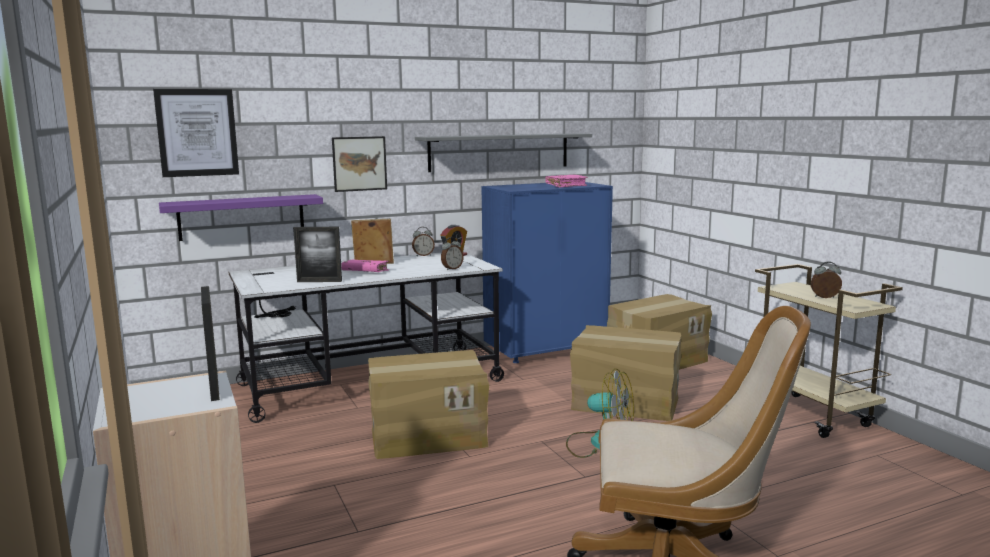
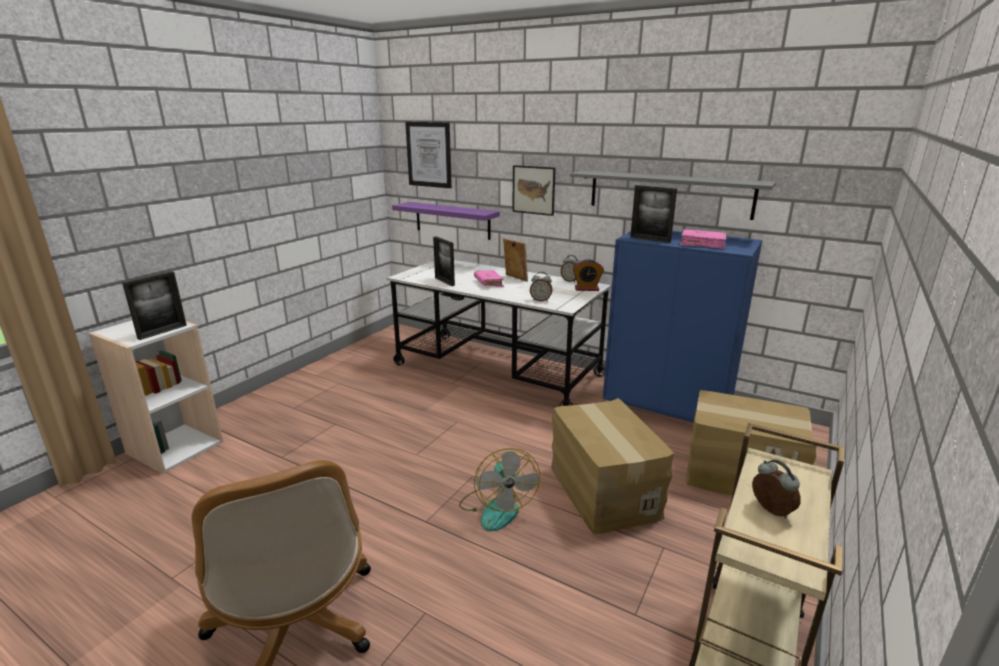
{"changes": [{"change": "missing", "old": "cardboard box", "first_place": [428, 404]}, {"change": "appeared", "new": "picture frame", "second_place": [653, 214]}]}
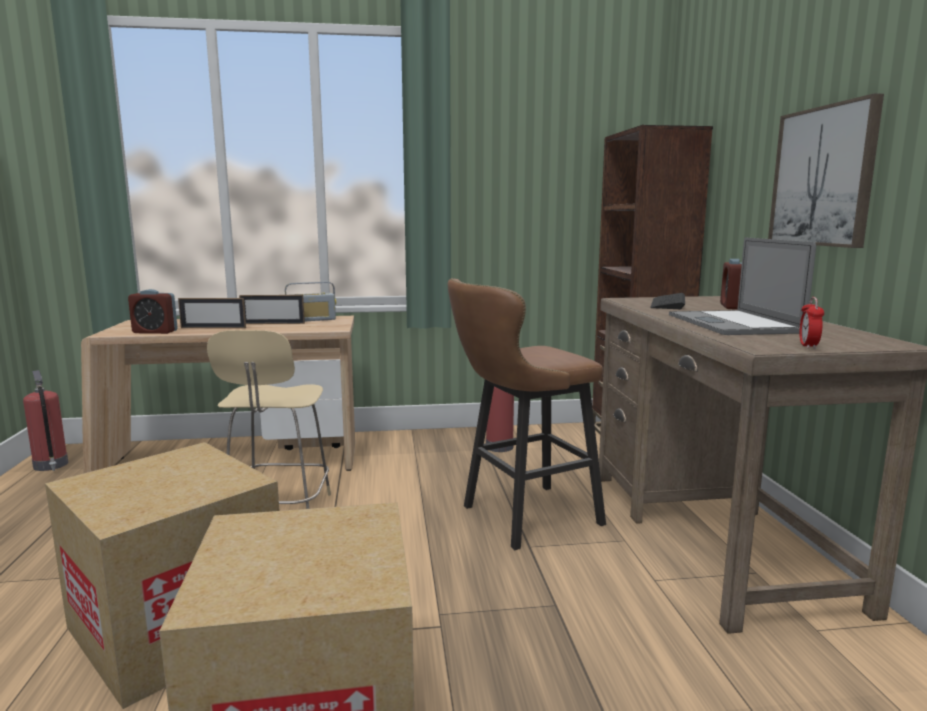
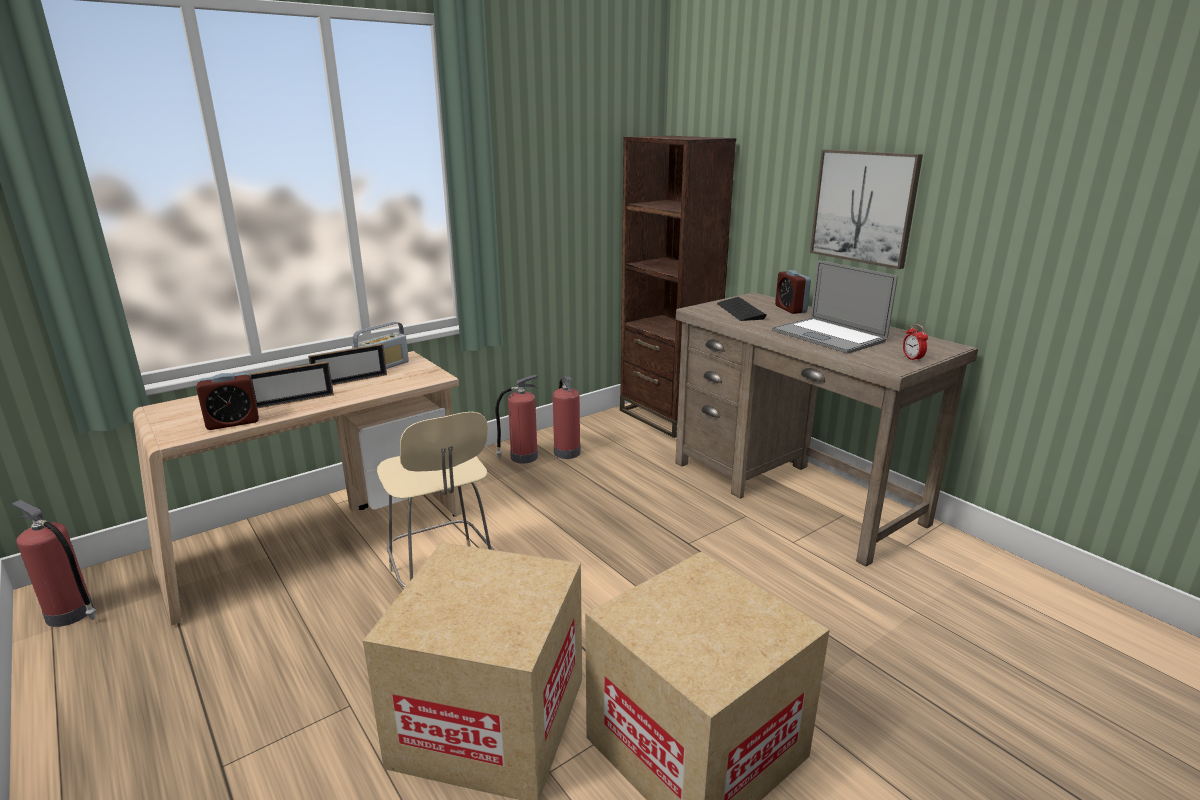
{"changes": [{"change": "missing", "old": "brownish stool seat", "first_place": [527, 414]}, {"change": "appeared", "new": "extinguisher", "second_place": [516, 419]}]}
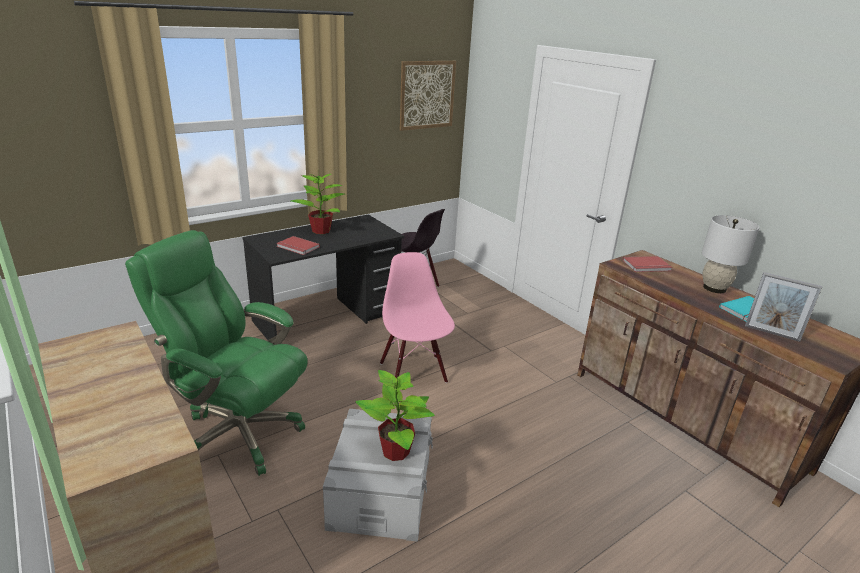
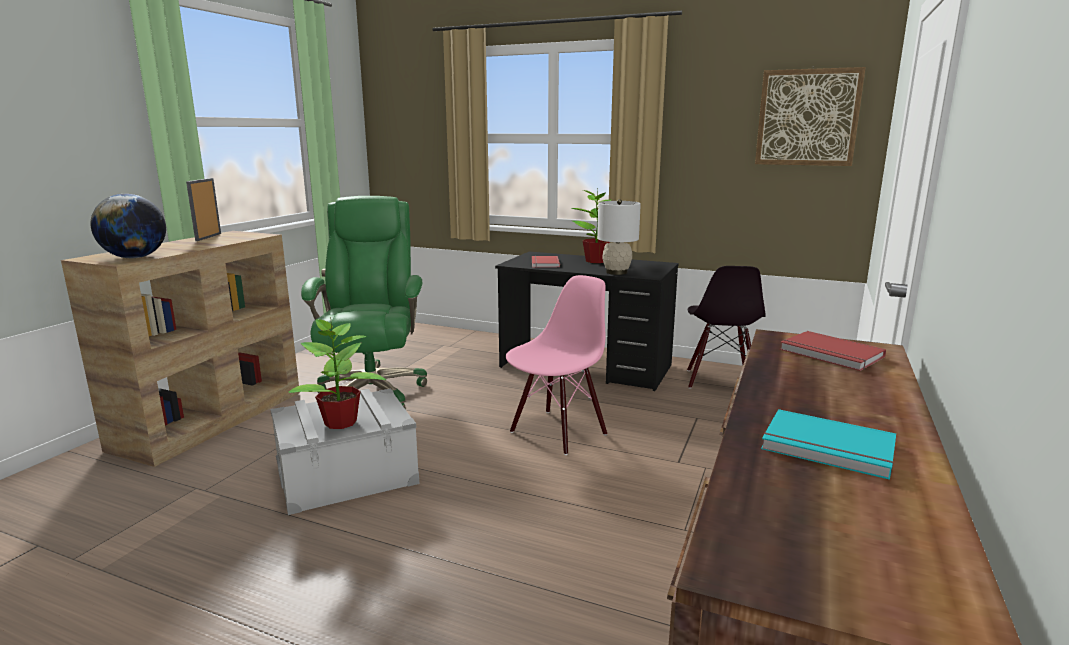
{"changes": [{"change": "appeared", "new": "globe", "second_place": [128, 226]}, {"change": "relocated", "old": "white lamp for a table", "first_place": [730, 254], "second_place": [619, 237]}, {"change": "relocated", "old": "picture frame", "first_place": [783, 307], "second_place": [203, 209]}]}
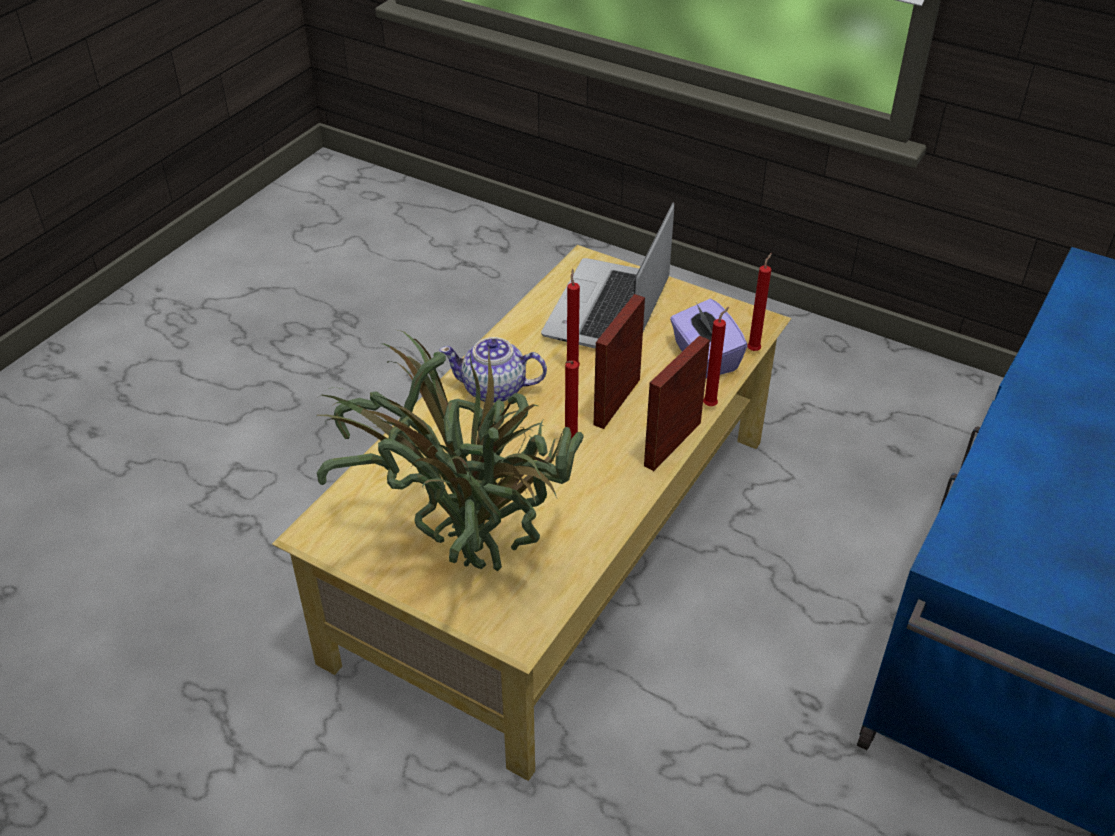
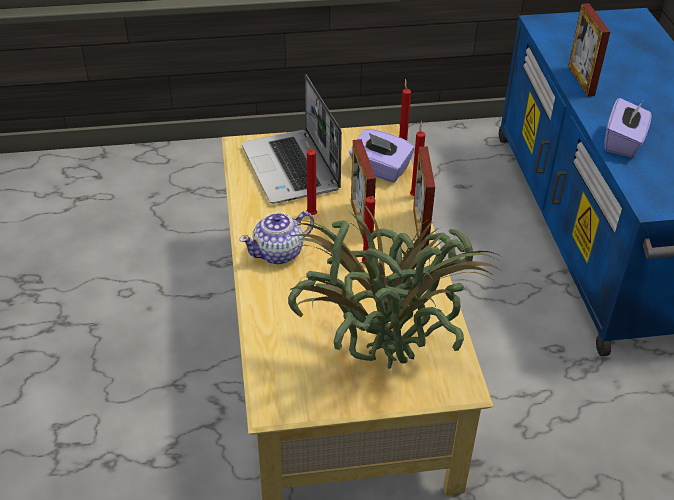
{"changes": [{"change": "appeared", "new": "picture frame", "second_place": [589, 50]}, {"change": "appeared", "new": "purple tissue holder", "second_place": [627, 128]}]}
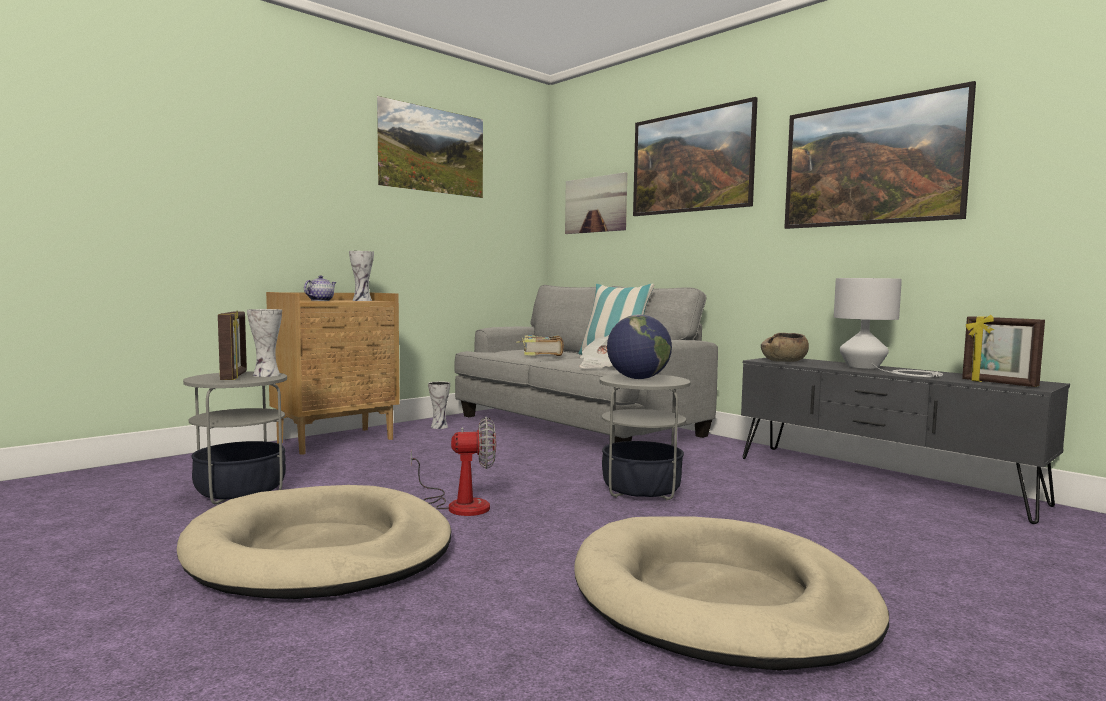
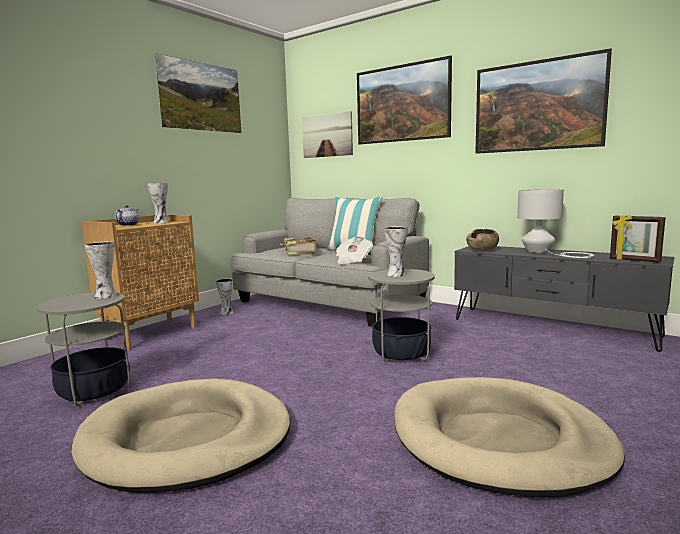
{"changes": [{"change": "missing", "old": "picture frame", "first_place": [232, 345]}, {"change": "missing", "old": "electric fan", "first_place": [453, 466]}, {"change": "exchanged", "old": "globe", "new": "vase", "first_place": [639, 346], "second_place": [396, 252]}]}
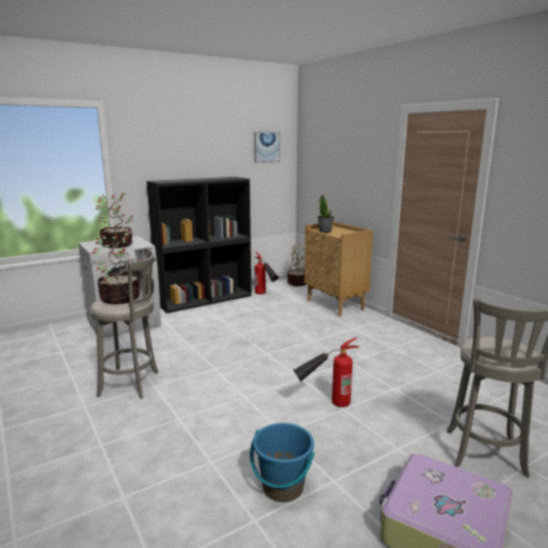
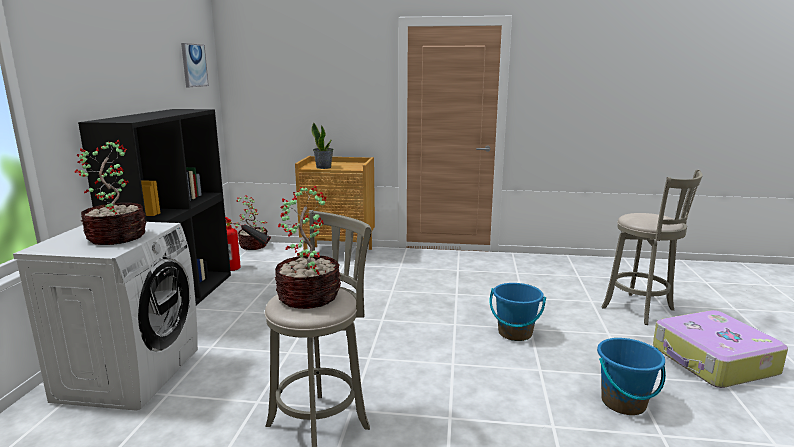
{"changes": [{"change": "exchanged", "old": "extinguisher", "new": "bluish water bucket", "first_place": [326, 372], "second_place": [518, 312]}]}
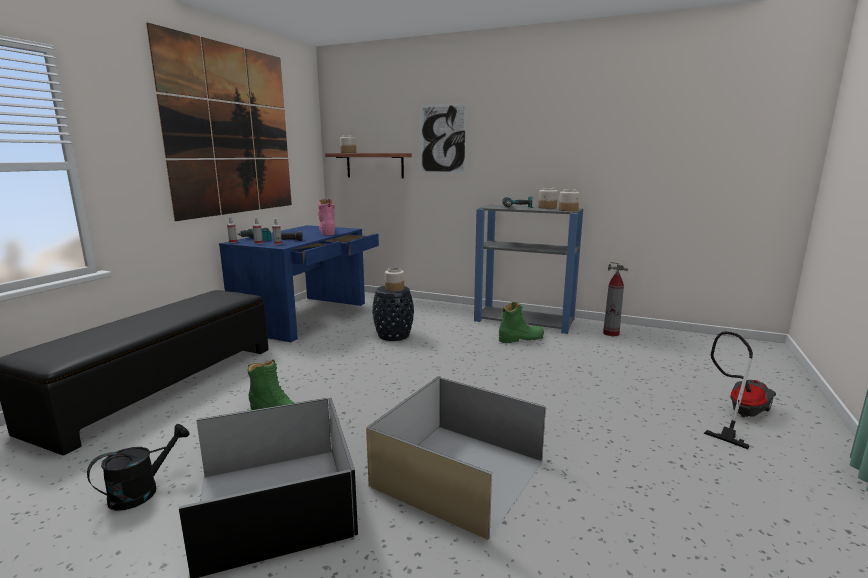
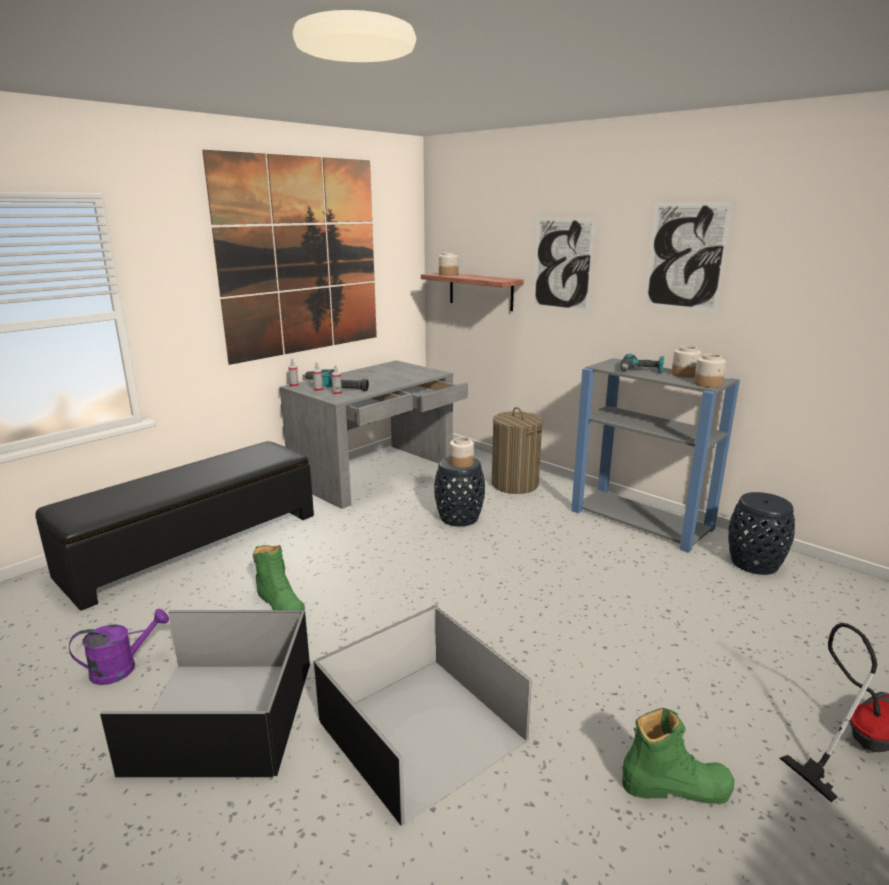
{"changes": [{"change": "missing", "old": "pinkish tall boot", "first_place": [326, 217]}, {"change": "appeared", "new": "washing basket", "second_place": [517, 450]}, {"change": "appeared", "new": "wall picture", "second_place": [688, 257]}, {"change": "relocated", "old": "green-coloured tall boot", "first_place": [521, 322], "second_place": [678, 756]}, {"change": "exchanged", "old": "extinguisher", "new": "black stool seat", "first_place": [615, 299], "second_place": [761, 533]}, {"change": "colour", "old": "black watering pot", "new": "purple watering pot", "first_place": [138, 467], "second_place": [119, 647]}, {"change": "colour", "old": "bluish desk", "new": "greyish desk", "first_place": [299, 283], "second_place": [374, 434]}, {"change": "colour", "old": "beige storage bin", "new": "black storage bin", "first_place": [456, 458], "second_place": [423, 715]}]}
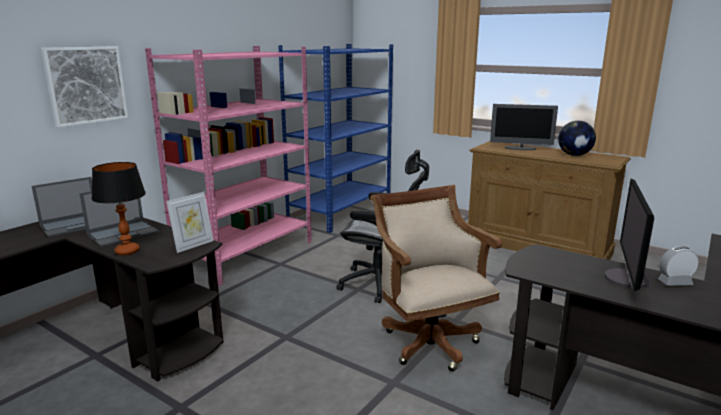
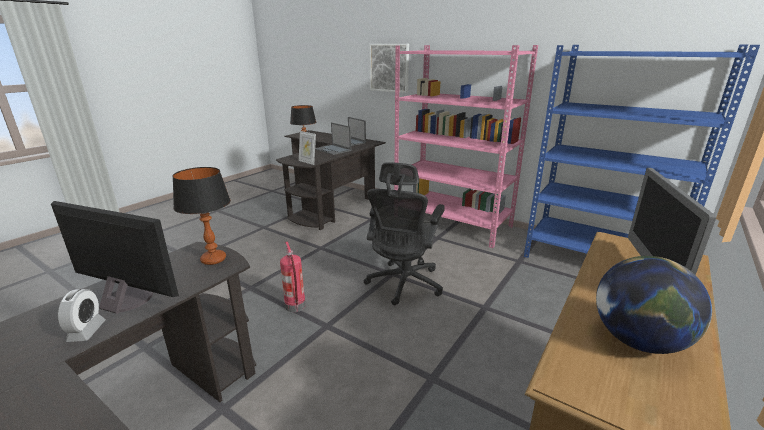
{"changes": [{"change": "appeared", "new": "lamp for a table", "second_place": [201, 216]}, {"change": "exchanged", "old": "office chair", "new": "extinguisher", "first_place": [436, 278], "second_place": [293, 277]}]}
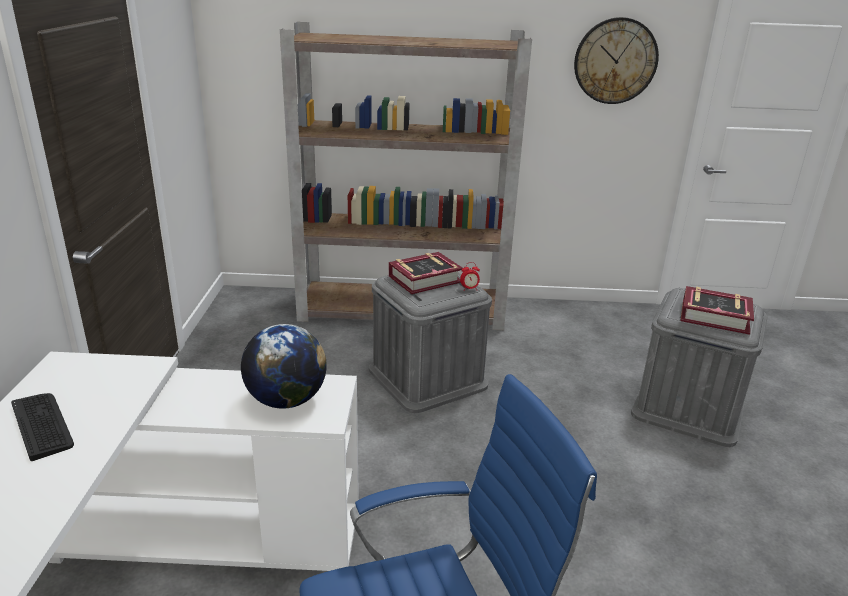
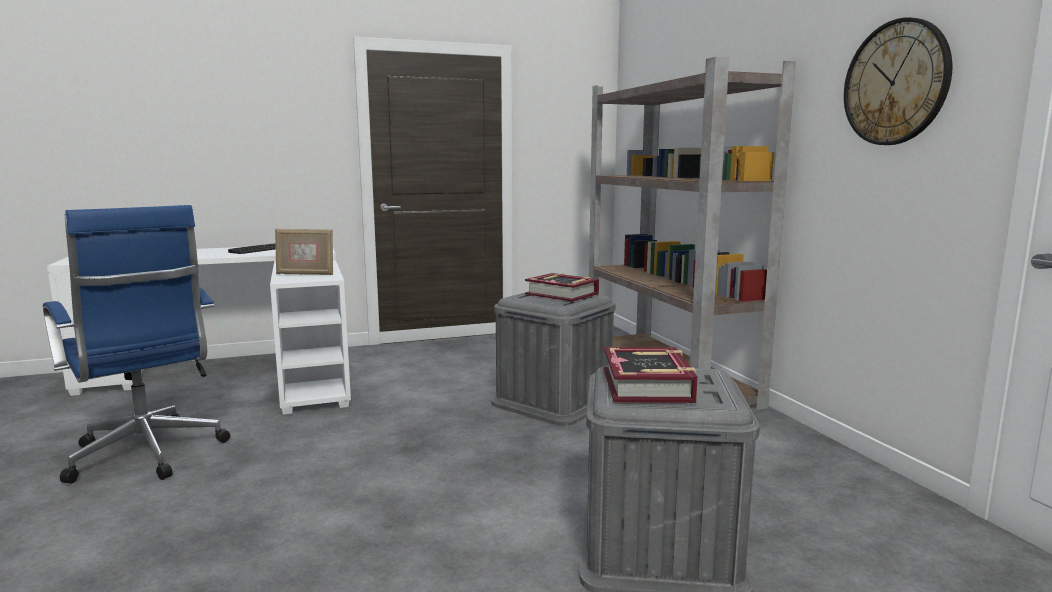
{"changes": [{"change": "missing", "old": "alarm clock", "first_place": [470, 276]}, {"change": "exchanged", "old": "globe", "new": "picture frame", "first_place": [284, 366], "second_place": [304, 252]}]}
